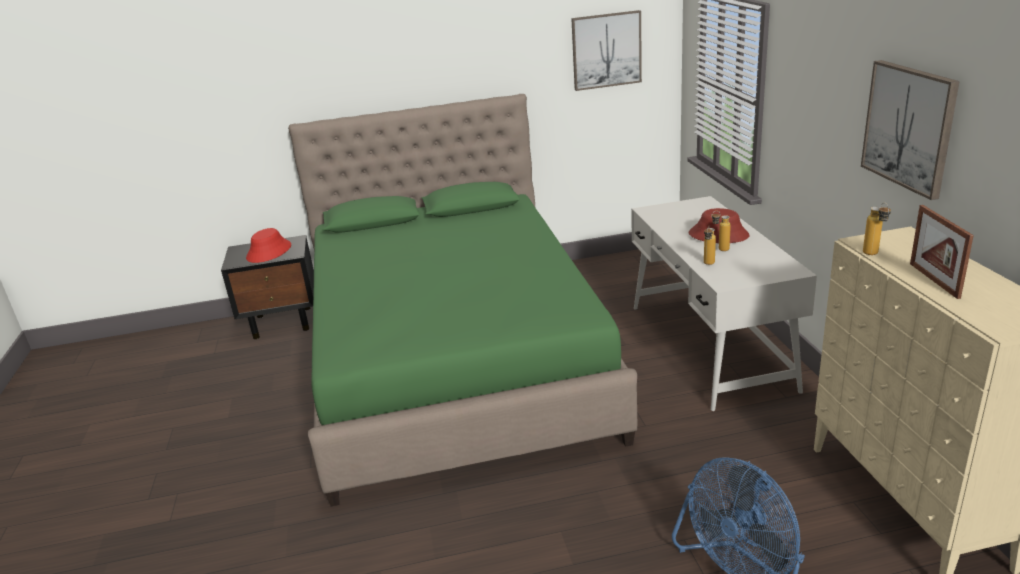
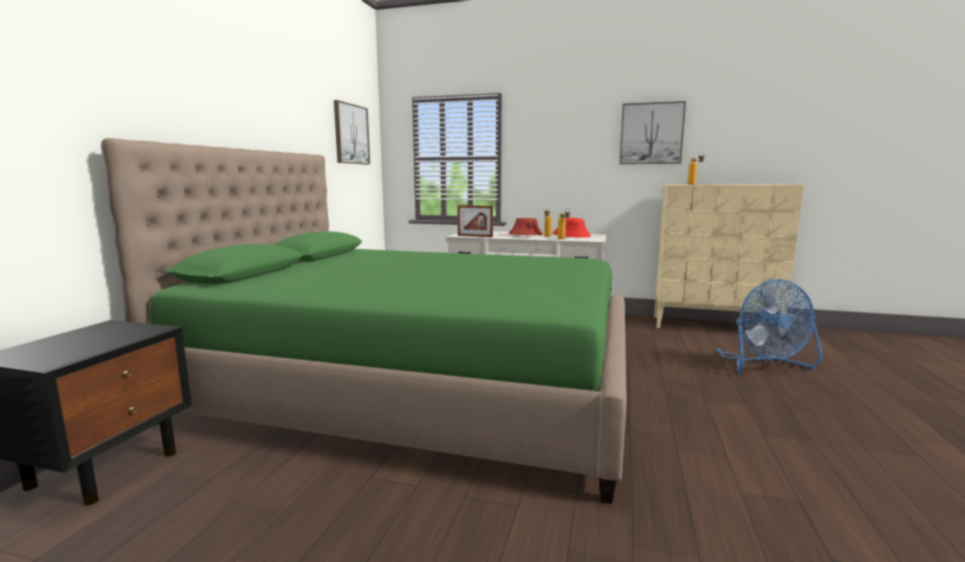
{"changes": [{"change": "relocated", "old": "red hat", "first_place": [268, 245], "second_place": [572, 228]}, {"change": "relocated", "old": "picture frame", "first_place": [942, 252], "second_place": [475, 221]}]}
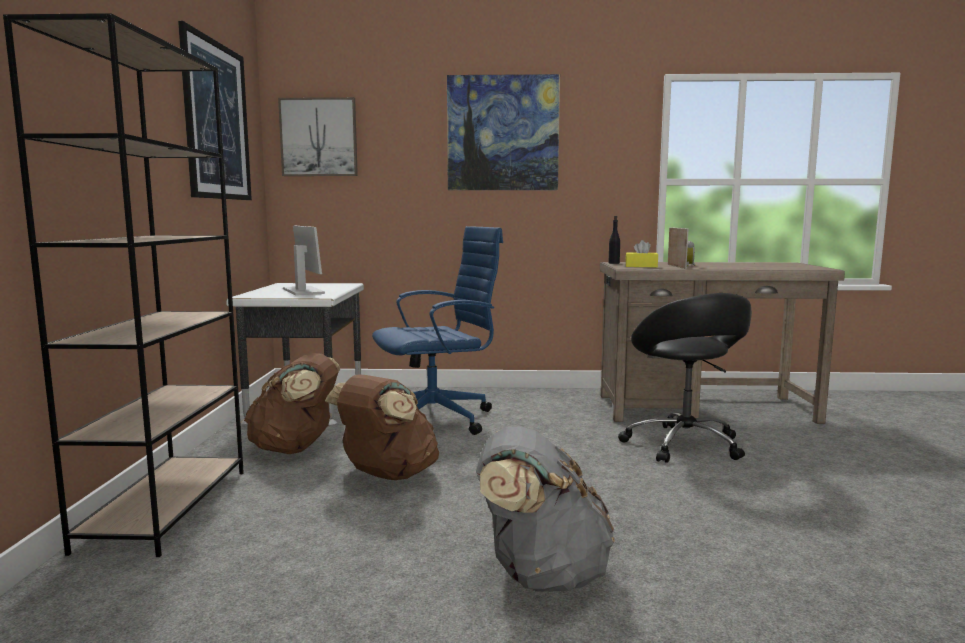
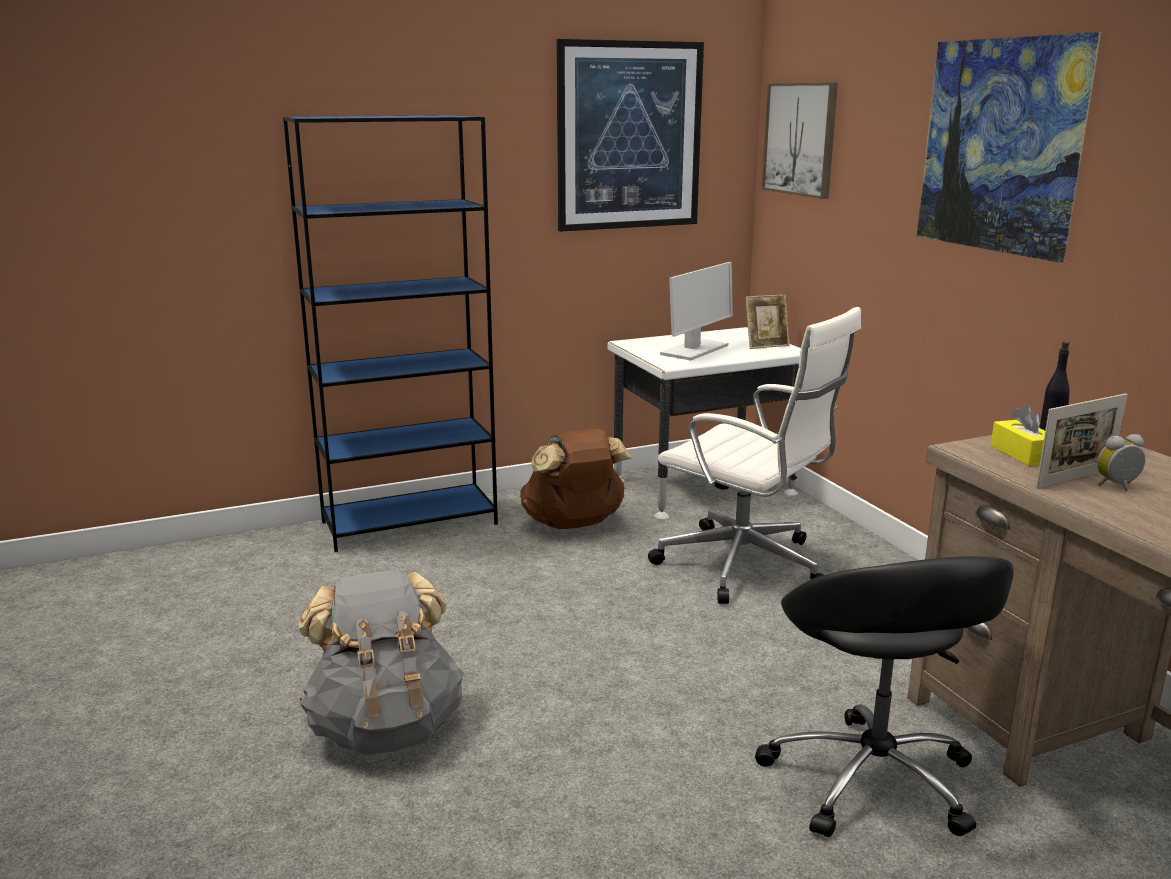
{"changes": [{"change": "missing", "old": "brownish knapsack", "first_place": [382, 427]}, {"change": "appeared", "new": "picture frame", "second_place": [767, 322]}, {"change": "colour", "old": "beige shelving unit", "new": "bluish shelving unit", "first_place": [123, 285], "second_place": [390, 333]}, {"change": "colour", "old": "bluish office chair", "new": "white office chair", "first_place": [437, 330], "second_place": [754, 455]}, {"change": "spun", "old": "black office chair", "first_place": [685, 378], "second_place": [884, 696], "degrees": -60}]}
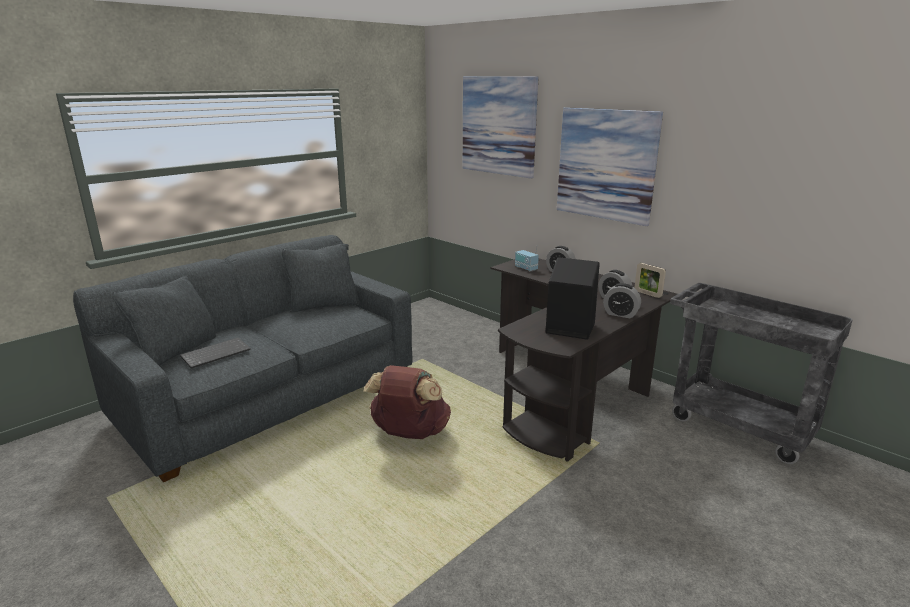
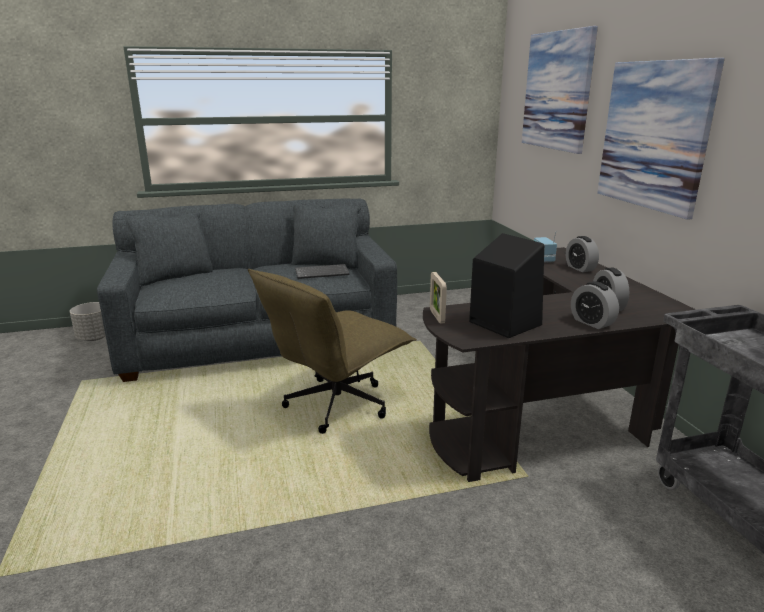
{"changes": [{"change": "appeared", "new": "greyish plant pot", "second_place": [87, 321]}, {"change": "relocated", "old": "PC keyboard", "first_place": [215, 353], "second_place": [322, 271]}, {"change": "relocated", "old": "picture frame", "first_place": [650, 280], "second_place": [438, 298]}, {"change": "exchanged", "old": "brownish knapsack", "new": "beige office chair", "first_place": [407, 402], "second_place": [332, 351]}]}
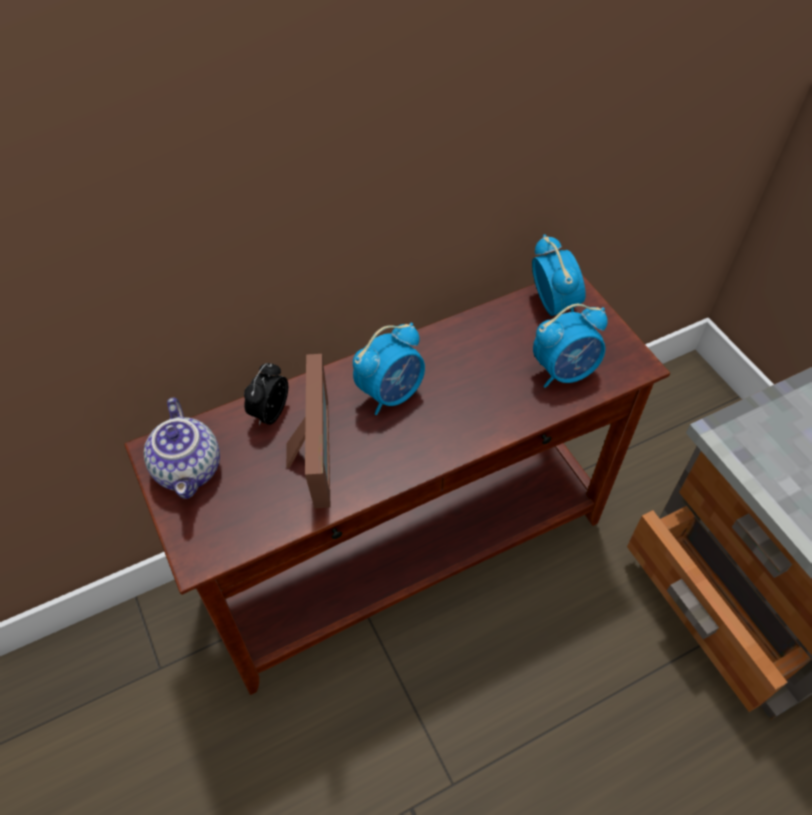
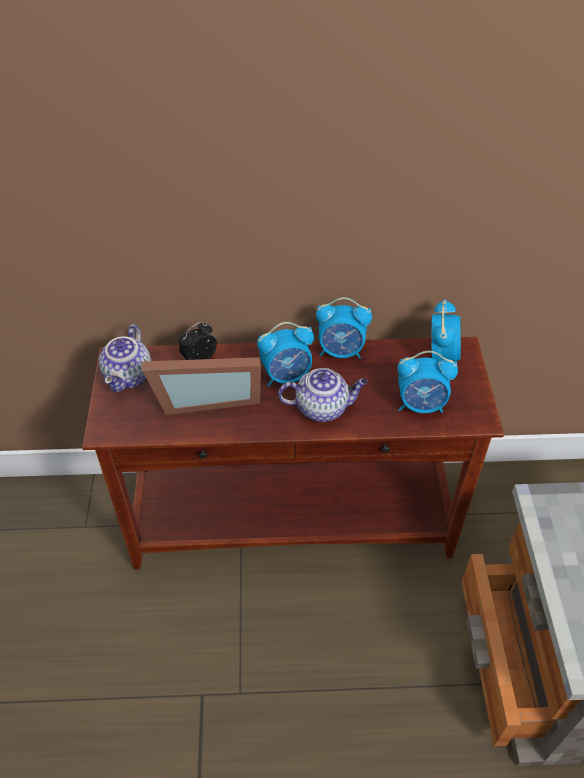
{"changes": [{"change": "appeared", "new": "pot for tea", "second_place": [323, 395]}, {"change": "appeared", "new": "alarm clock", "second_place": [344, 328]}, {"change": "spun", "old": "picture frame", "first_place": [308, 431], "second_place": [201, 386], "degrees": 60}]}
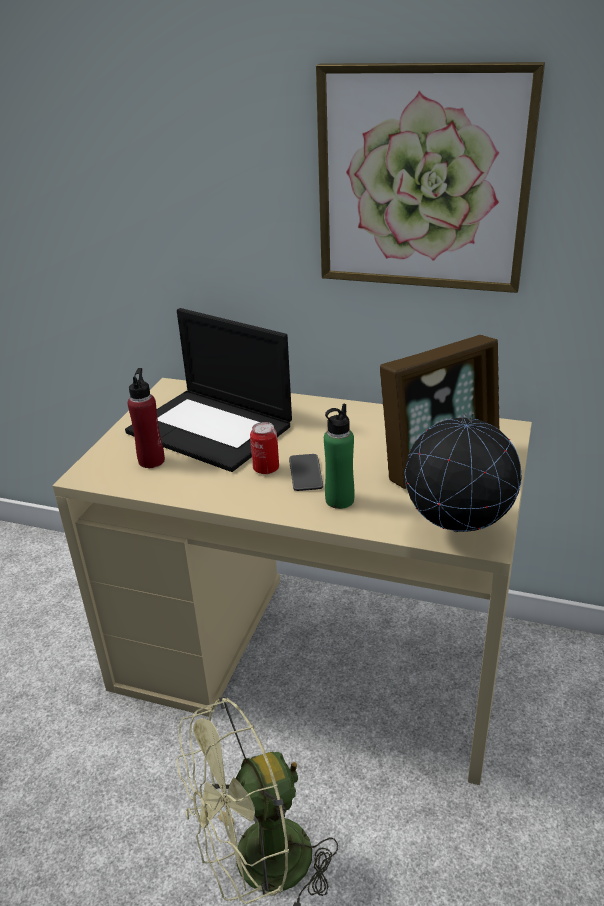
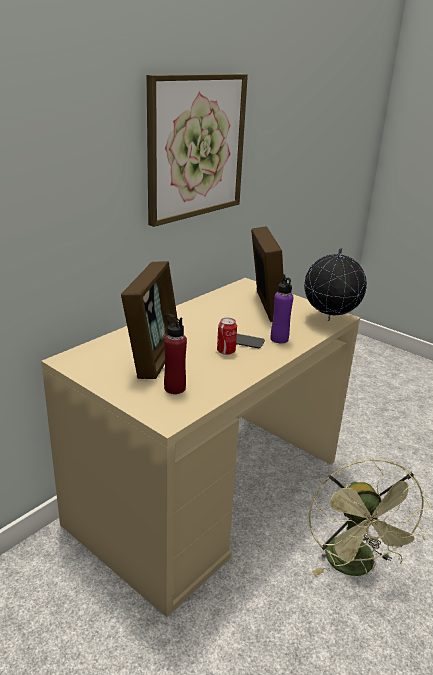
{"changes": [{"change": "exchanged", "old": "notebook computer", "new": "picture frame", "first_place": [208, 390], "second_place": [149, 320]}, {"change": "colour", "old": "green-coloured beverage bottle", "new": "purple beverage bottle", "first_place": [339, 456], "second_place": [282, 308]}]}
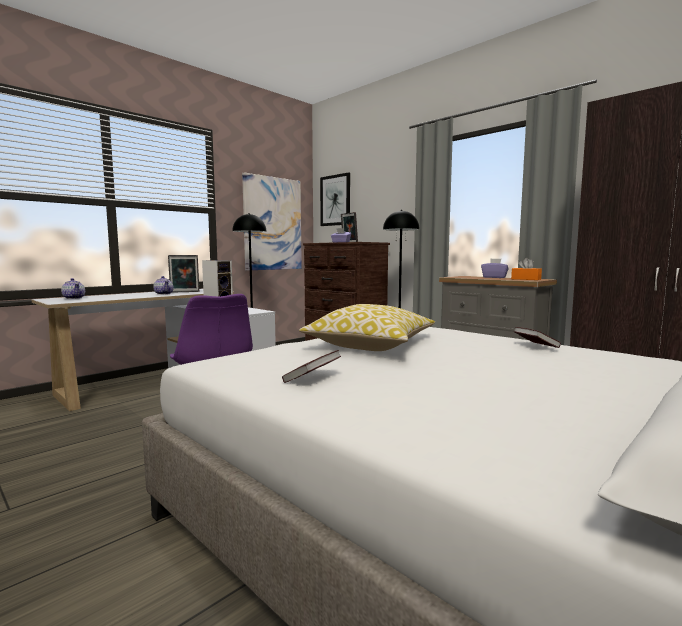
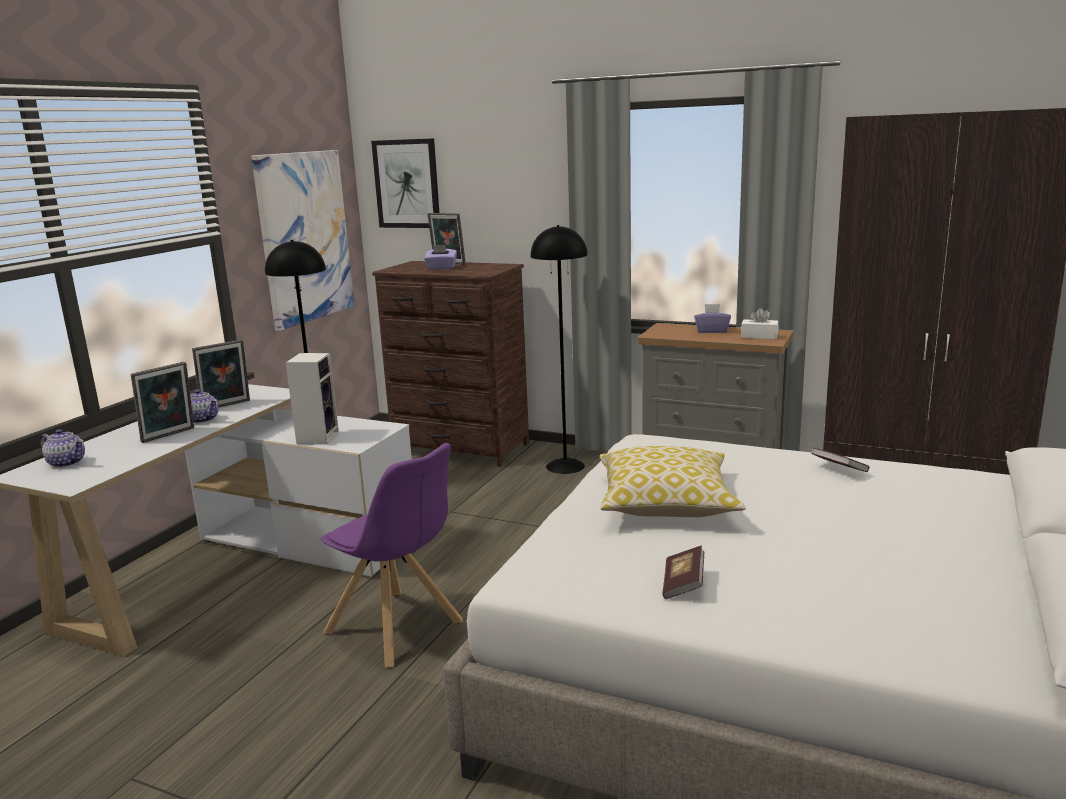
{"changes": [{"change": "appeared", "new": "picture frame", "second_place": [162, 402]}, {"change": "colour", "old": "orange-coloured tissue holder", "new": "white tissue holder", "first_place": [526, 269], "second_place": [759, 323]}]}
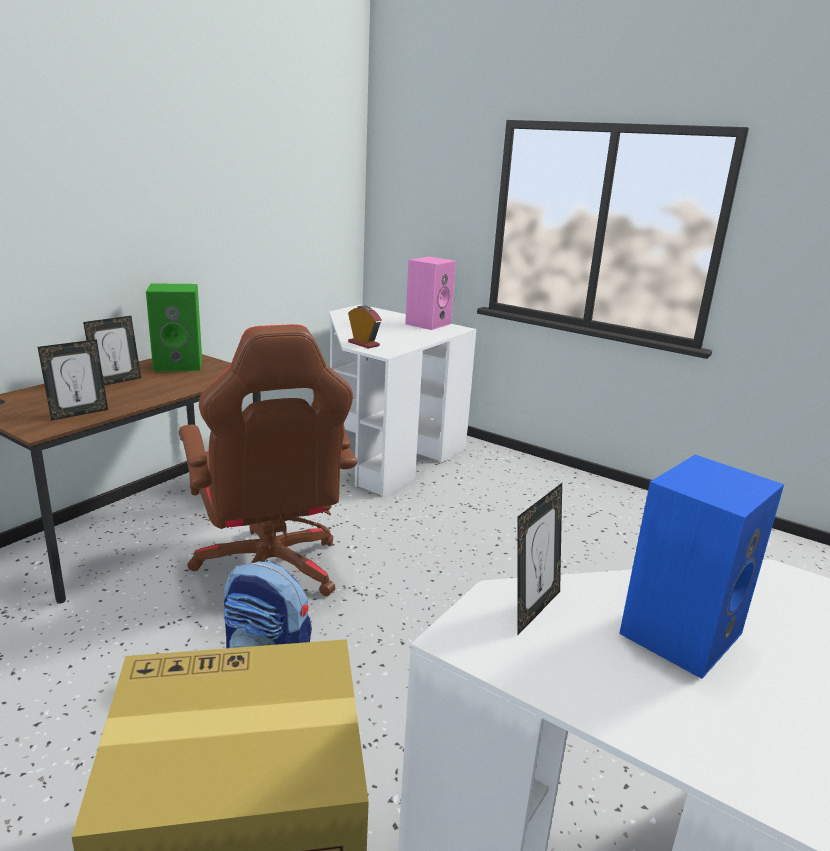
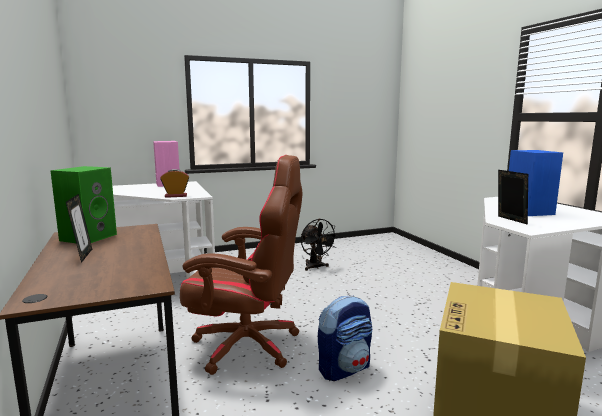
{"changes": [{"change": "missing", "old": "picture frame", "first_place": [73, 380]}, {"change": "appeared", "new": "black electric fan", "second_place": [320, 245]}]}
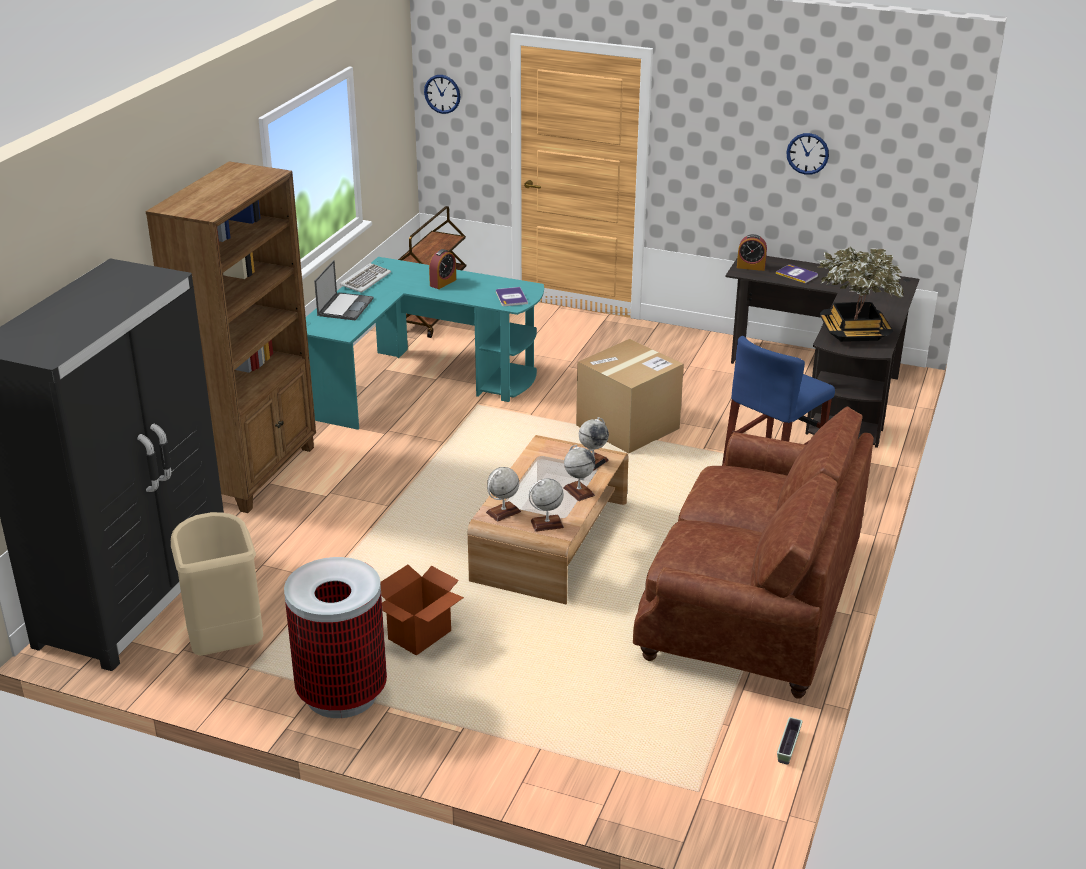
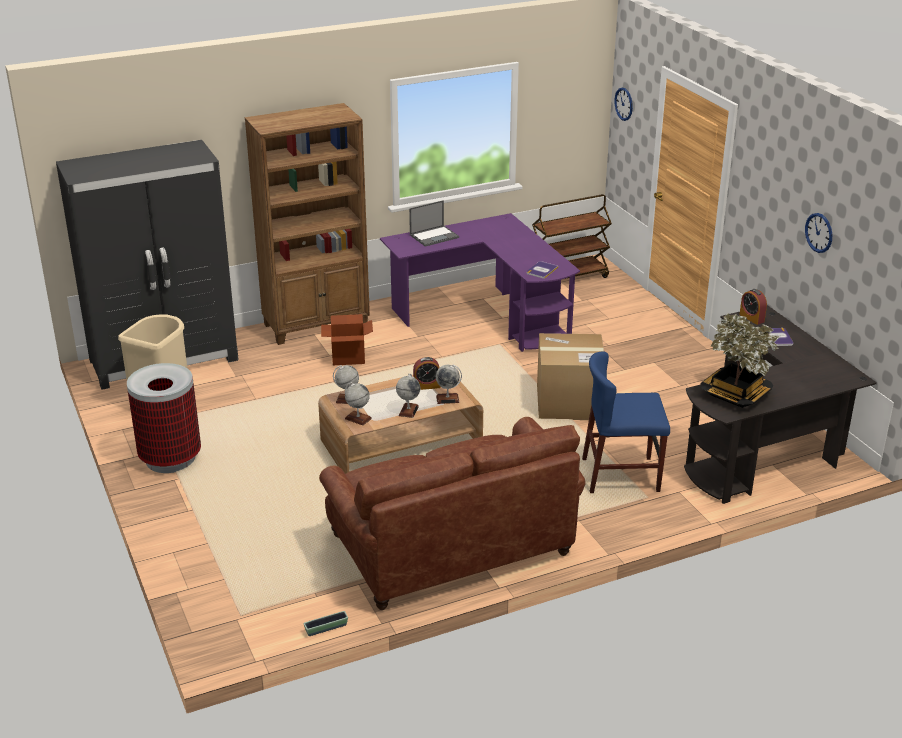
{"changes": [{"change": "missing", "old": "PC keyboard", "first_place": [365, 278]}, {"change": "relocated", "old": "cardboard box", "first_place": [422, 610], "second_place": [347, 339]}, {"change": "relocated", "old": "alarm clock", "first_place": [442, 269], "second_place": [427, 373]}, {"change": "colour", "old": "turquoise-coloured desk", "new": "purple desk", "first_place": [425, 343], "second_place": [480, 282]}]}
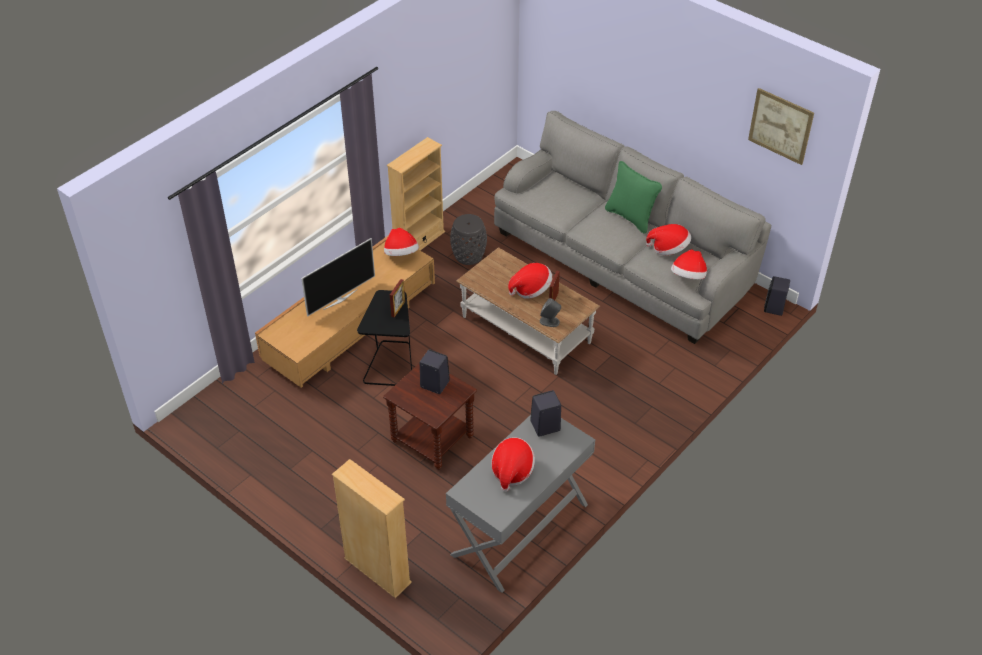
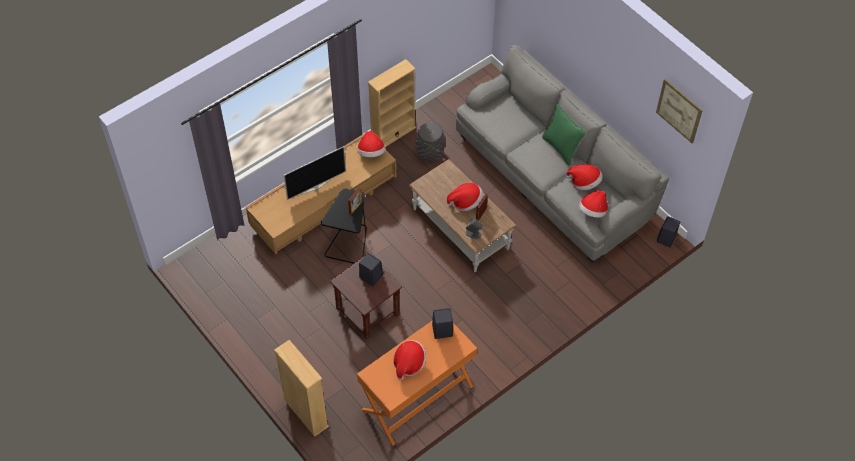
{"changes": [{"change": "colour", "old": "greyish narrow table", "new": "orange-coloured narrow table", "first_place": [520, 504], "second_place": [417, 383]}]}
